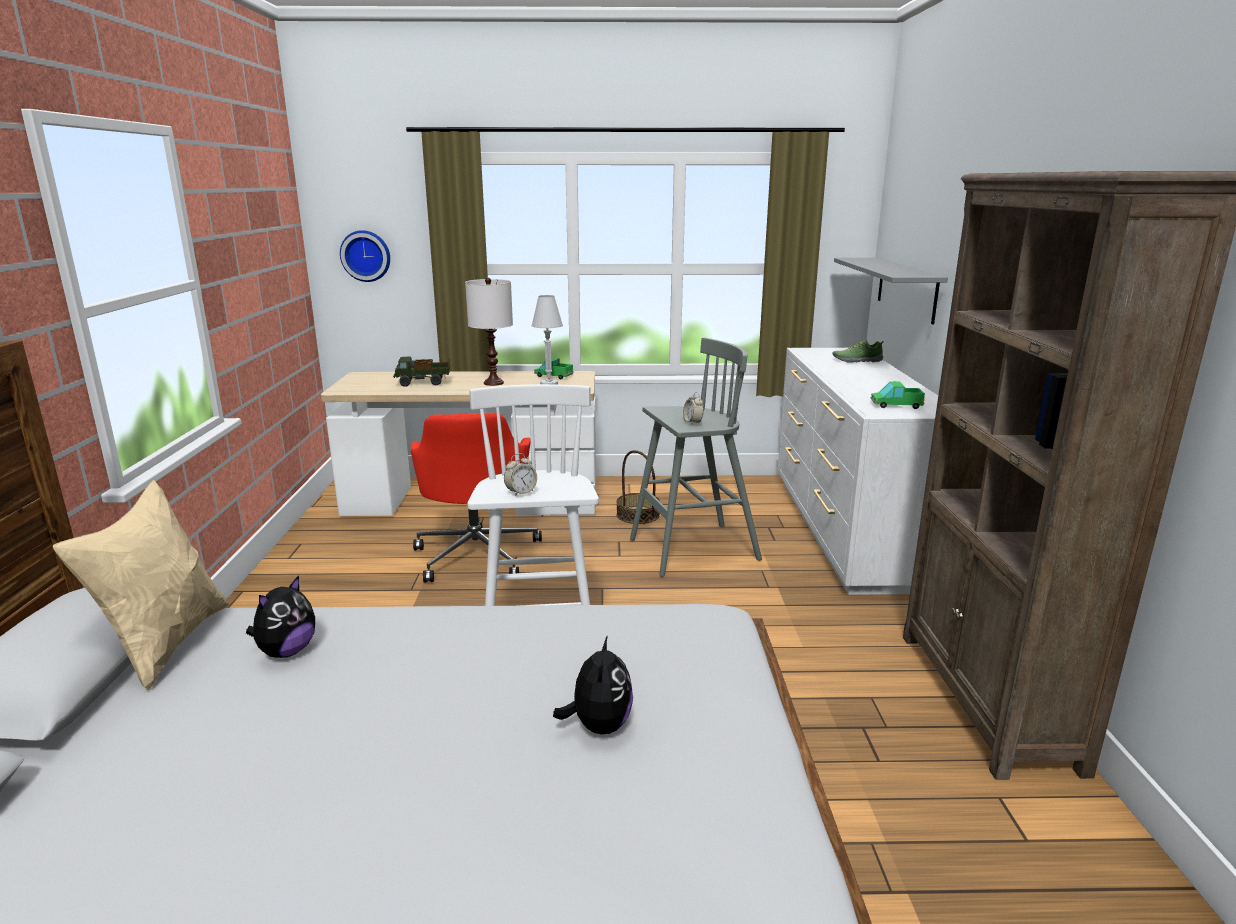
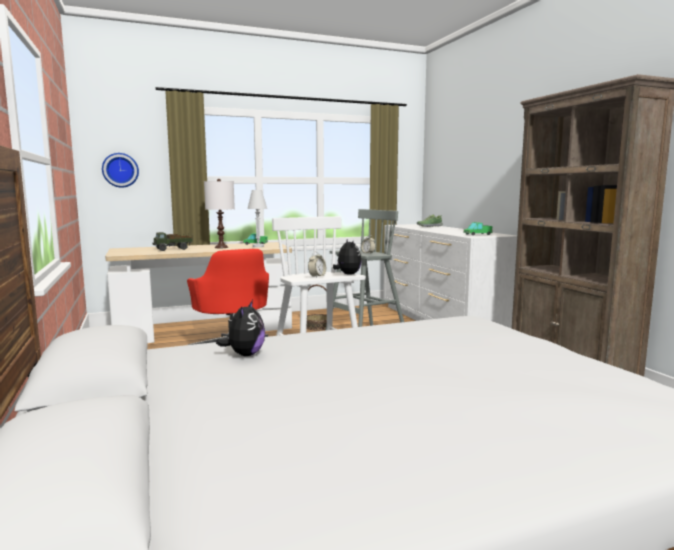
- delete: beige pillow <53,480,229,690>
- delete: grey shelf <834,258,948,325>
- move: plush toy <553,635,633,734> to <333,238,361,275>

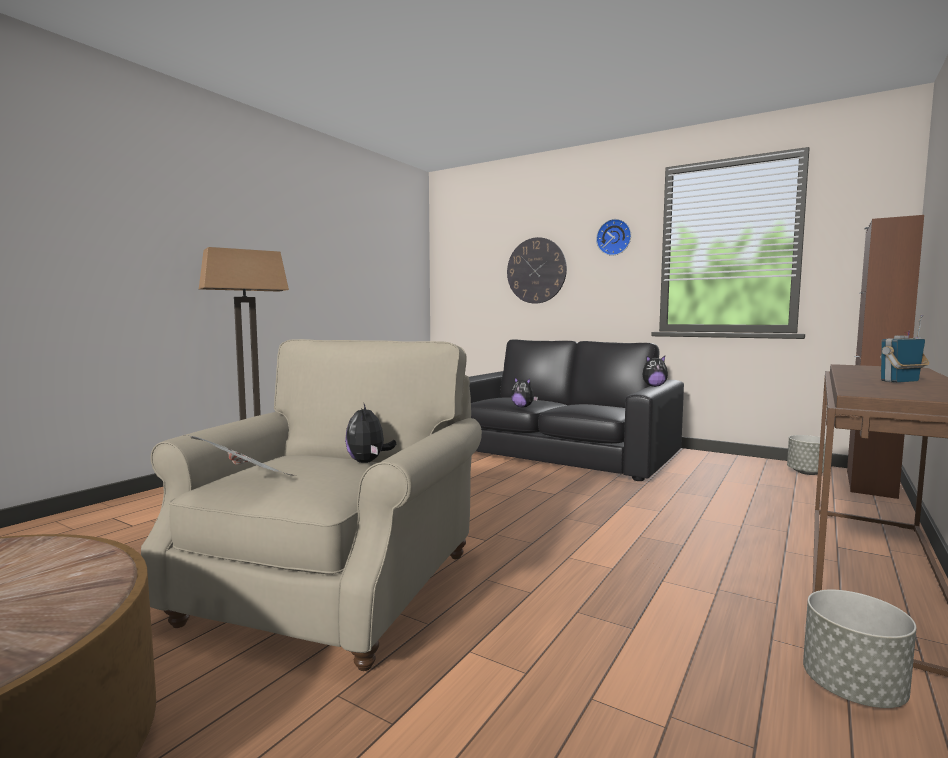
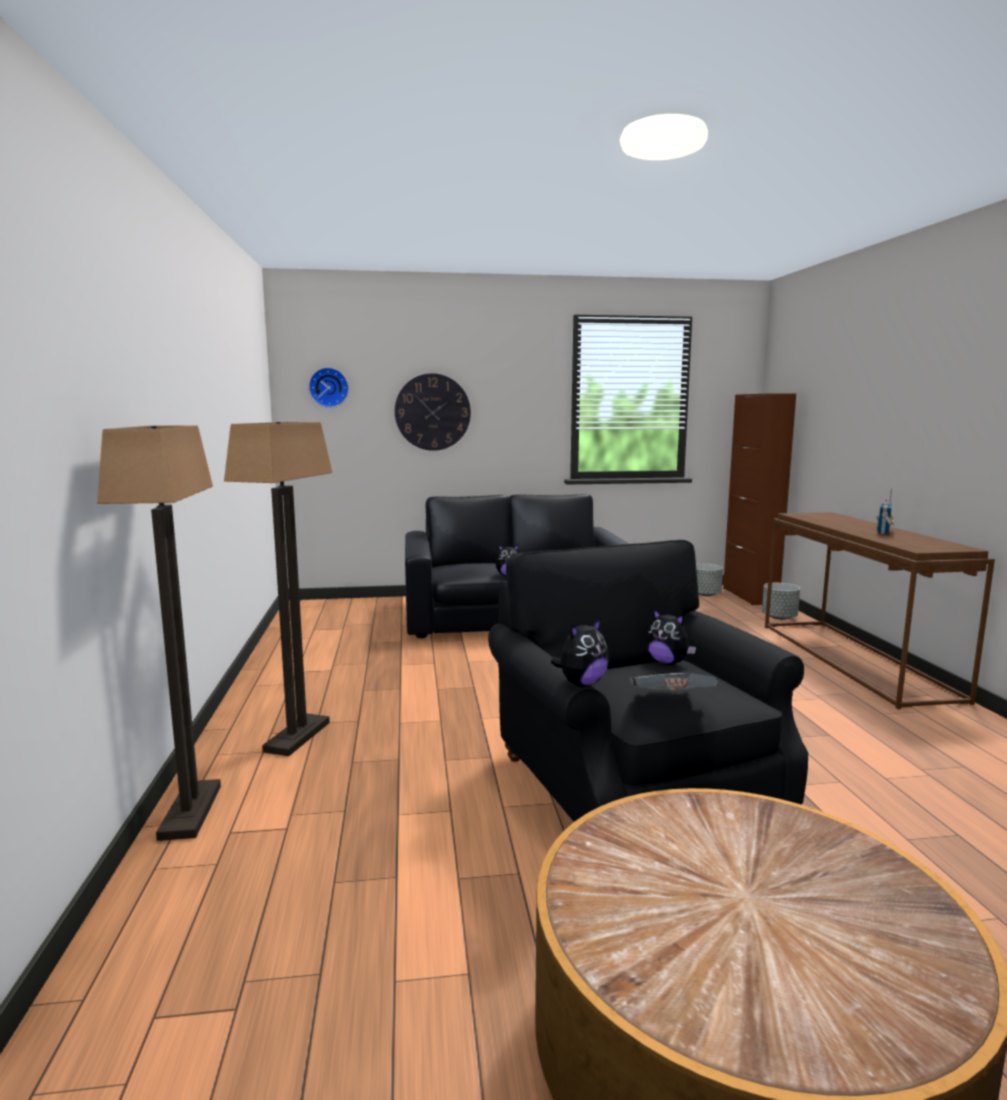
- insert: floor lamp <97,425,221,841>
- move: wall clock <596,219,631,256> to <309,367,349,408>
- move: plush toy <642,356,668,387> to <551,618,609,687>
- move: grey planter <803,589,917,708> to <762,583,800,620>
- recolor: beige armchair <141,339,482,671> to black armchair <488,540,808,822>

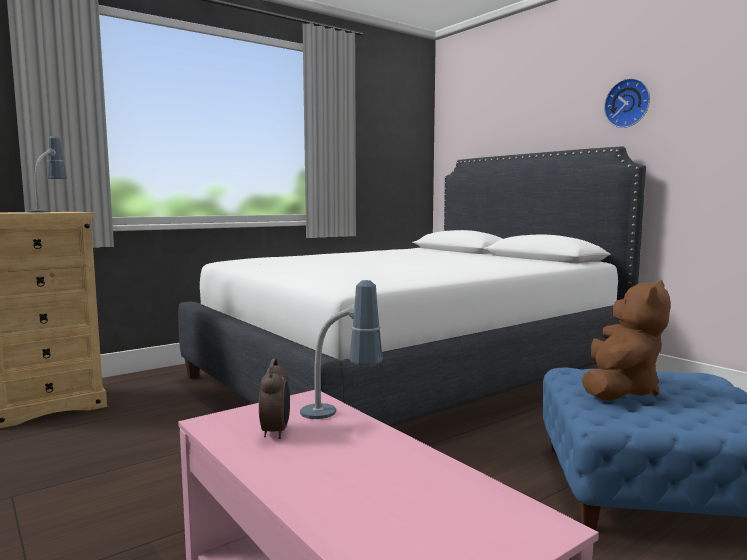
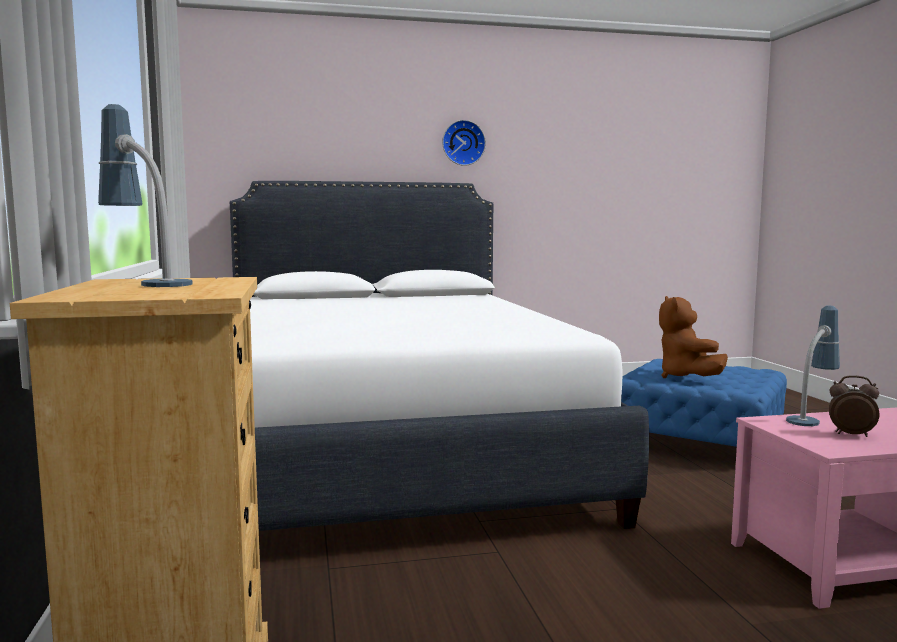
- rotate: brown plush toy <582,280,670,401> = <659,296,728,378> 150 degrees counterclockwise

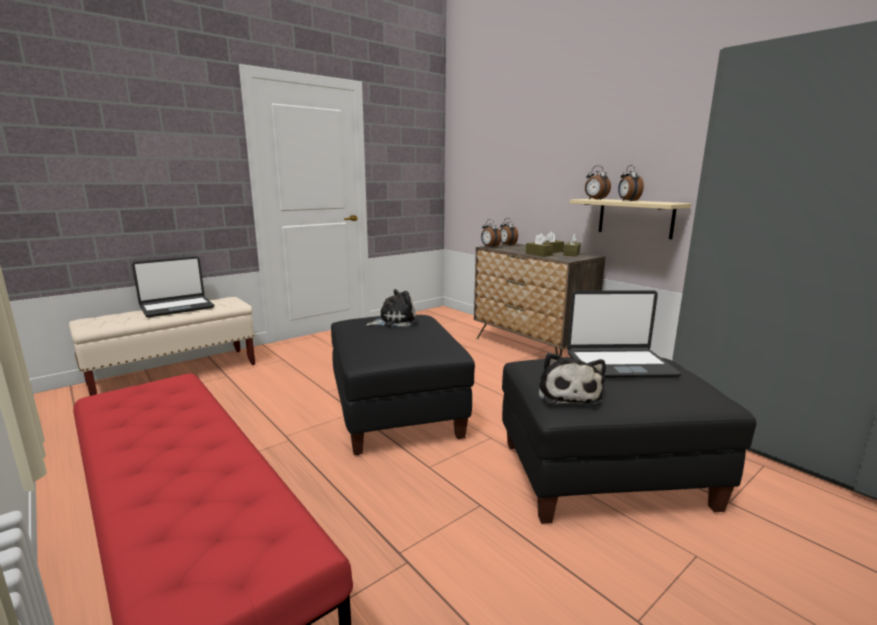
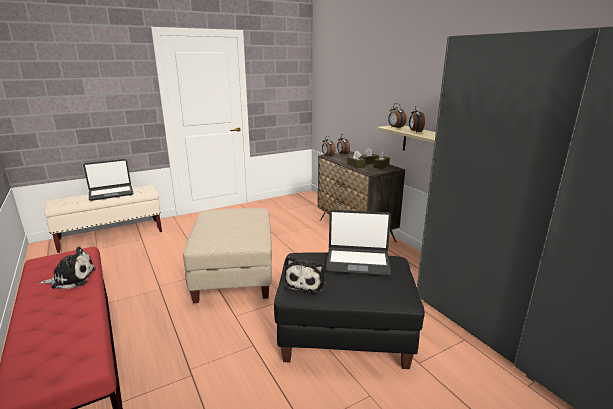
- move: plush toy <366,289,418,327> to <39,247,96,289>
- recolor: black ottoman <331,315,475,455> to beige ottoman <183,208,272,303>

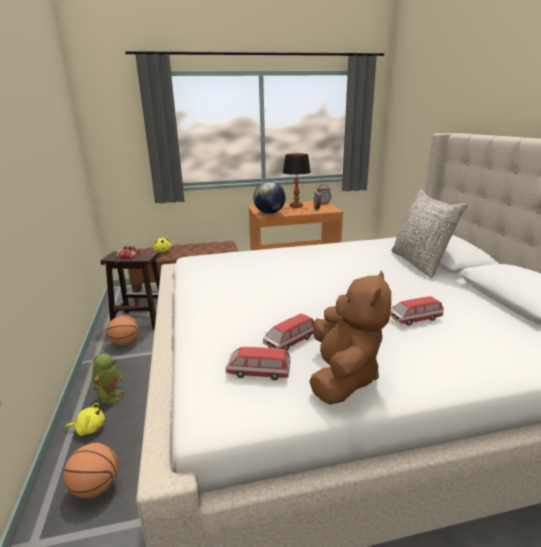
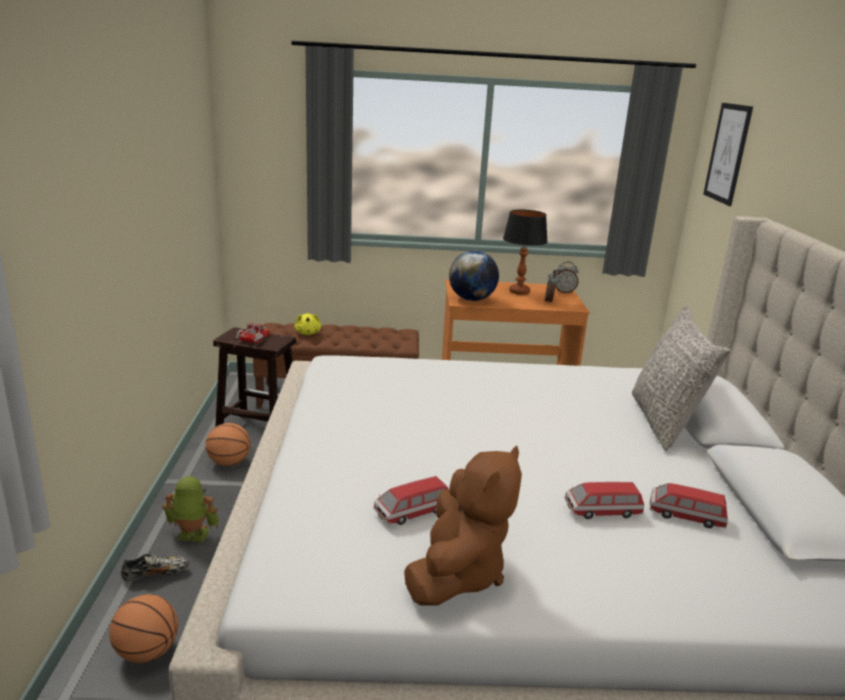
- insert: picture <703,103,753,206>
- move: toy car <225,347,291,380> to <650,483,728,528>
- replace: yellow plush toy <65,403,105,436> to shoe <120,554,189,582>
- rotate: toy robot <92,354,126,404> = <162,476,219,542> 105 degrees counterclockwise

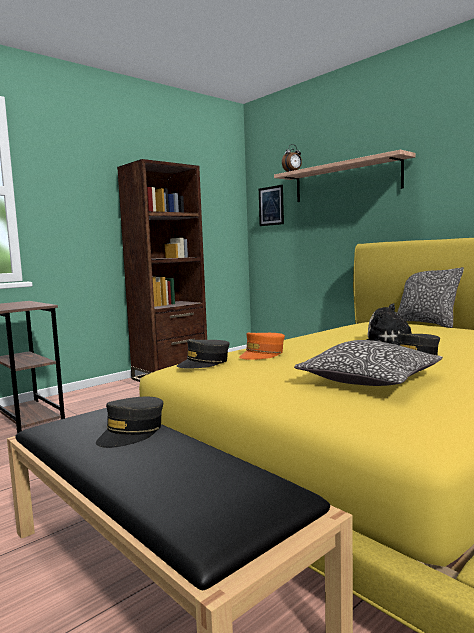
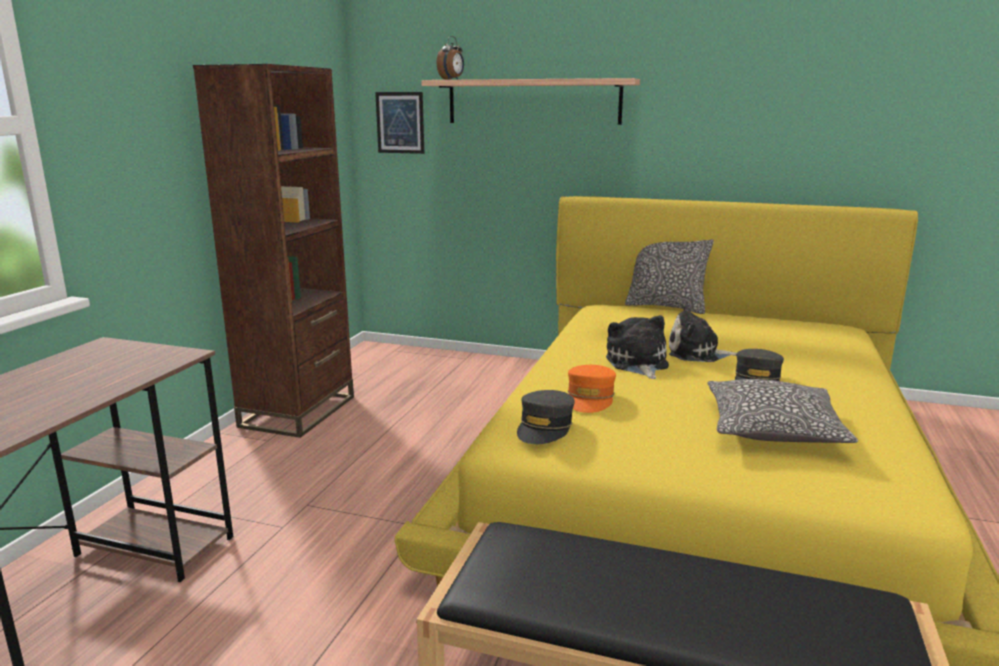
- delete: grey cap <96,397,163,448>
- insert: plush toy <606,315,669,379>

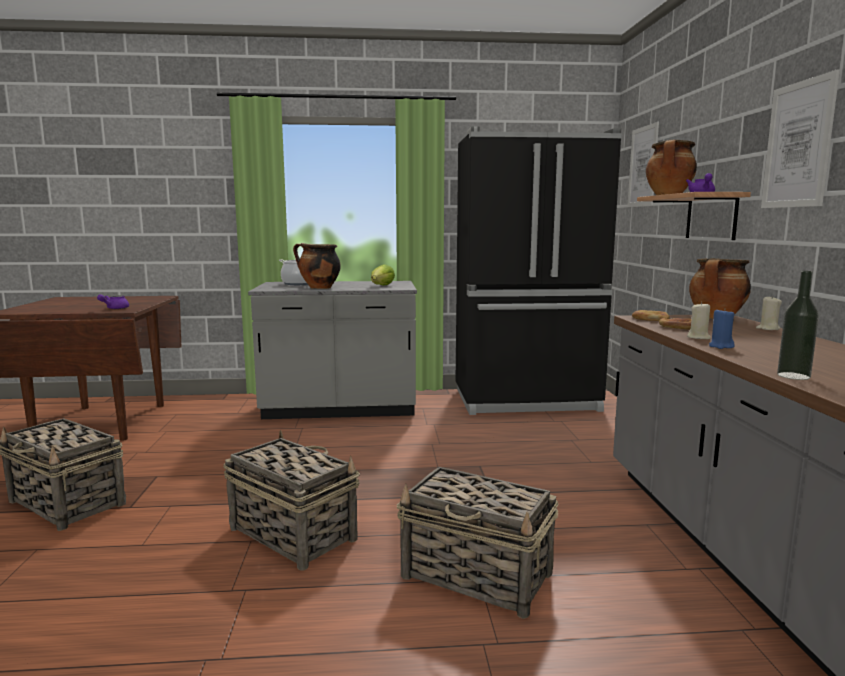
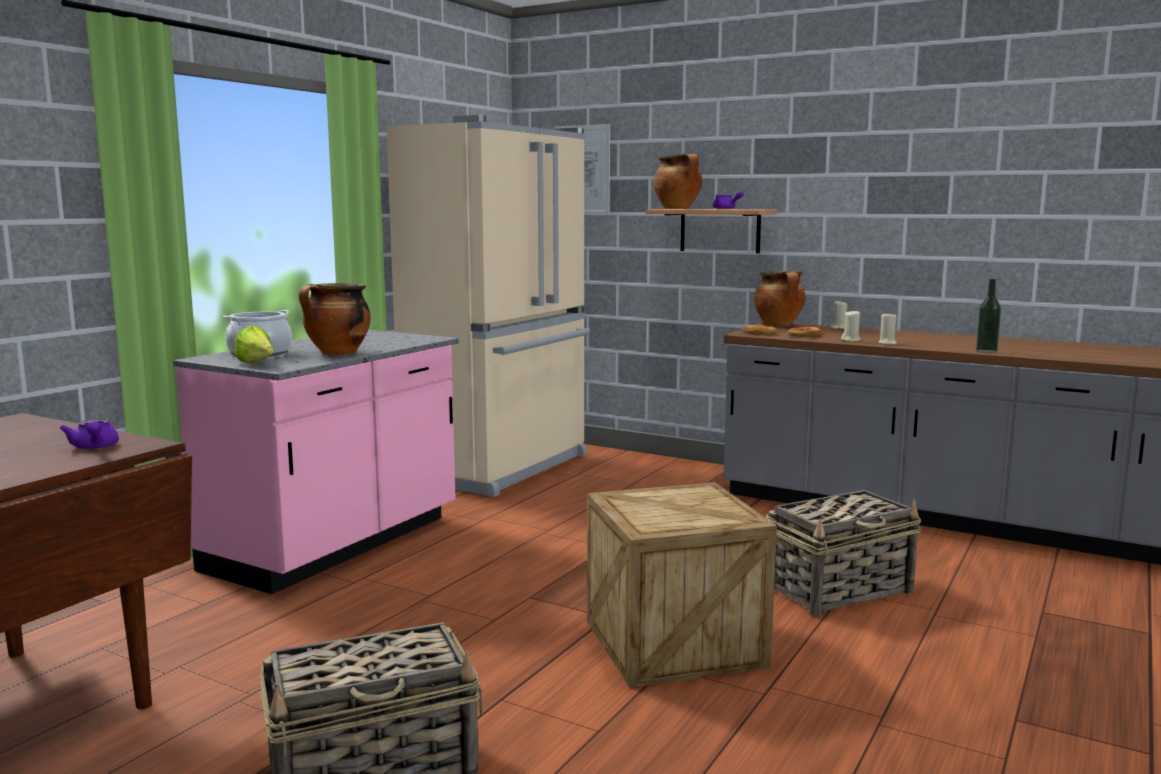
- delete: picture <761,69,840,208>
- move: lettuce <371,264,395,286> to <234,326,274,363>
- replace: basket <223,430,360,571> to crate <587,482,777,688>
- recolor: grey counter <248,281,417,419> to pink counter <173,330,459,594>
- recolor: black fridge <456,126,622,415> to beige fridge <386,115,590,497>
- recolor: blue candle <709,308,735,349> to beige candle <878,312,897,345>

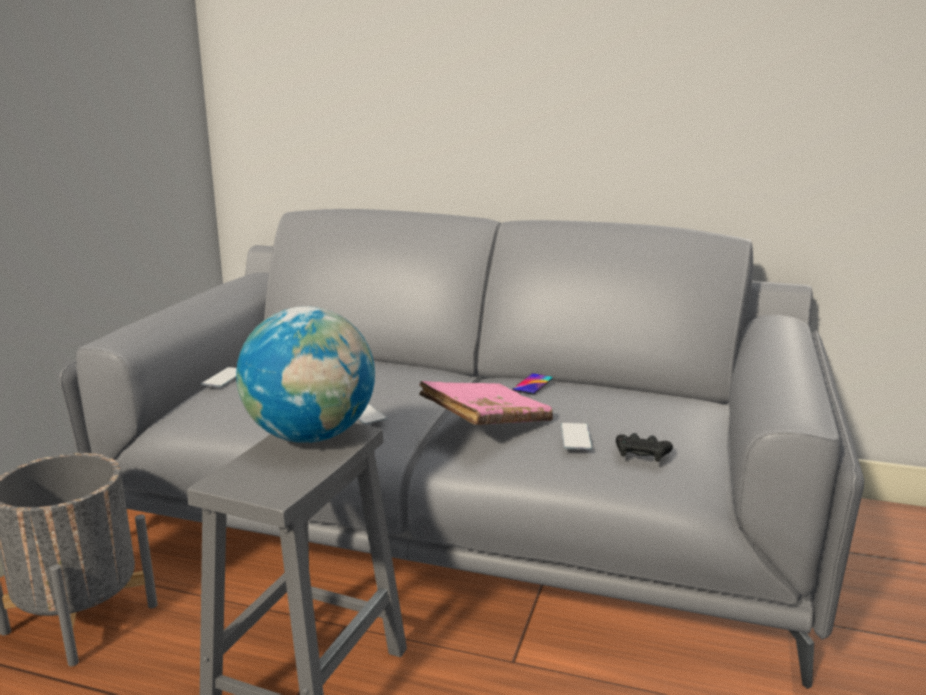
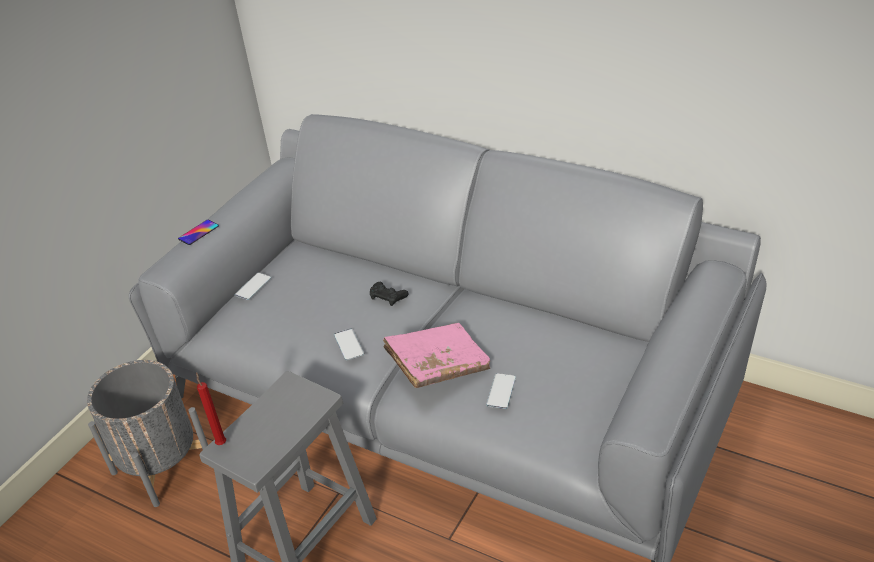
- delete: globe <236,306,375,443>
- insert: red candle <196,372,226,445>
- move: phone <512,373,553,395> to <178,220,219,245>
- move: black game controller <616,433,673,462> to <370,282,409,306>

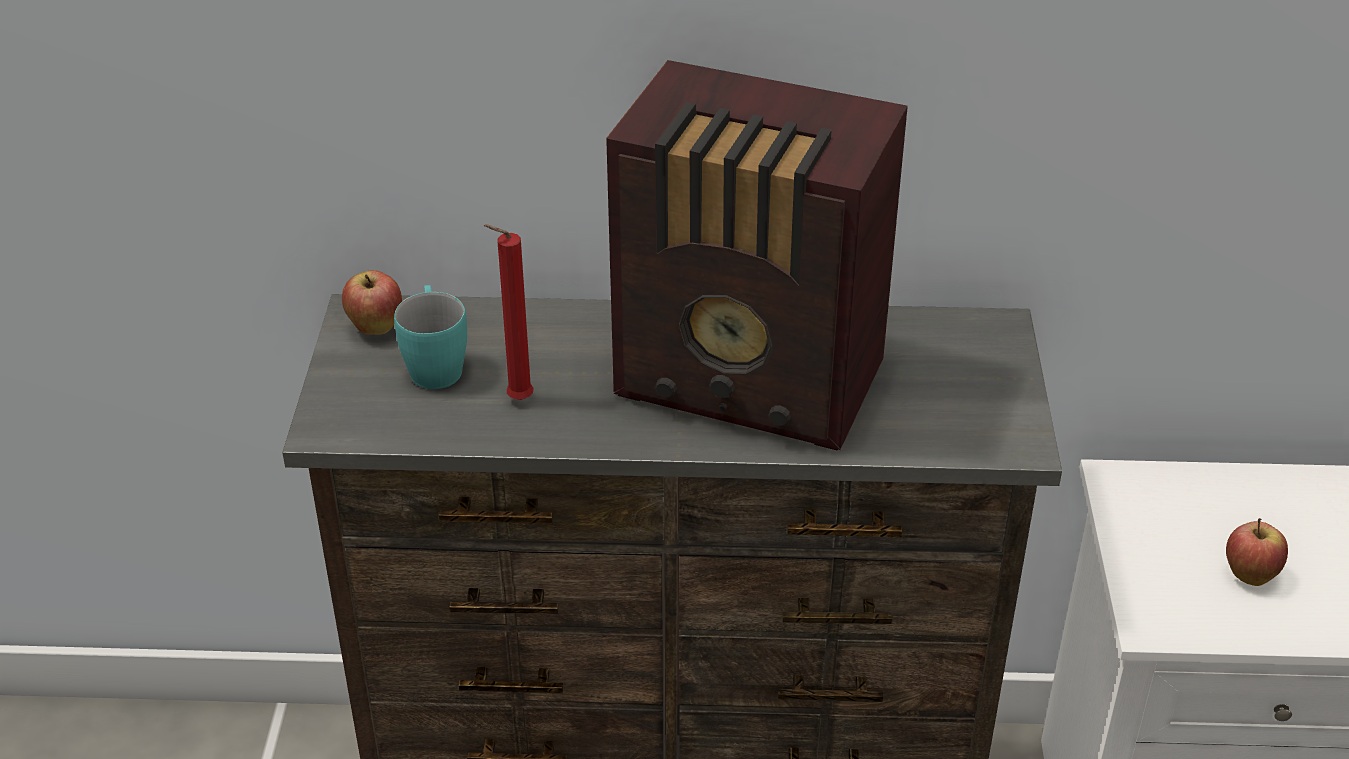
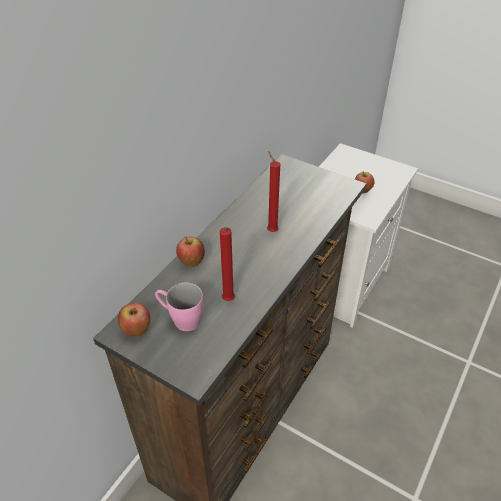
- insert: apple <176,236,205,267>
- replace: radio <606,60,908,451> to red candle <267,151,280,232>
- recolor: turquoise mug <394,285,467,389> to pink mug <155,283,204,331>

